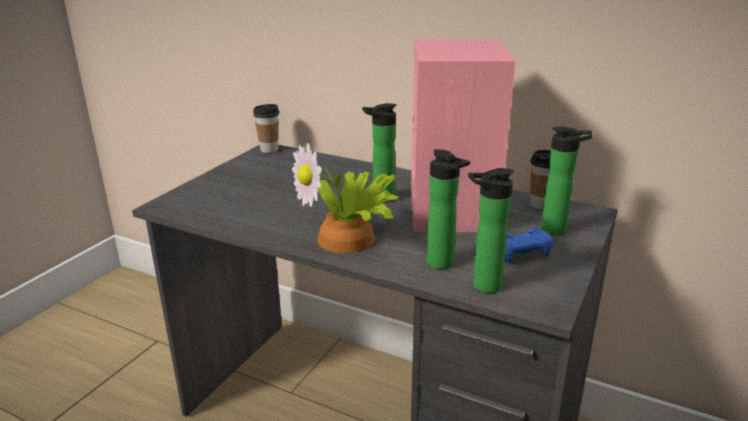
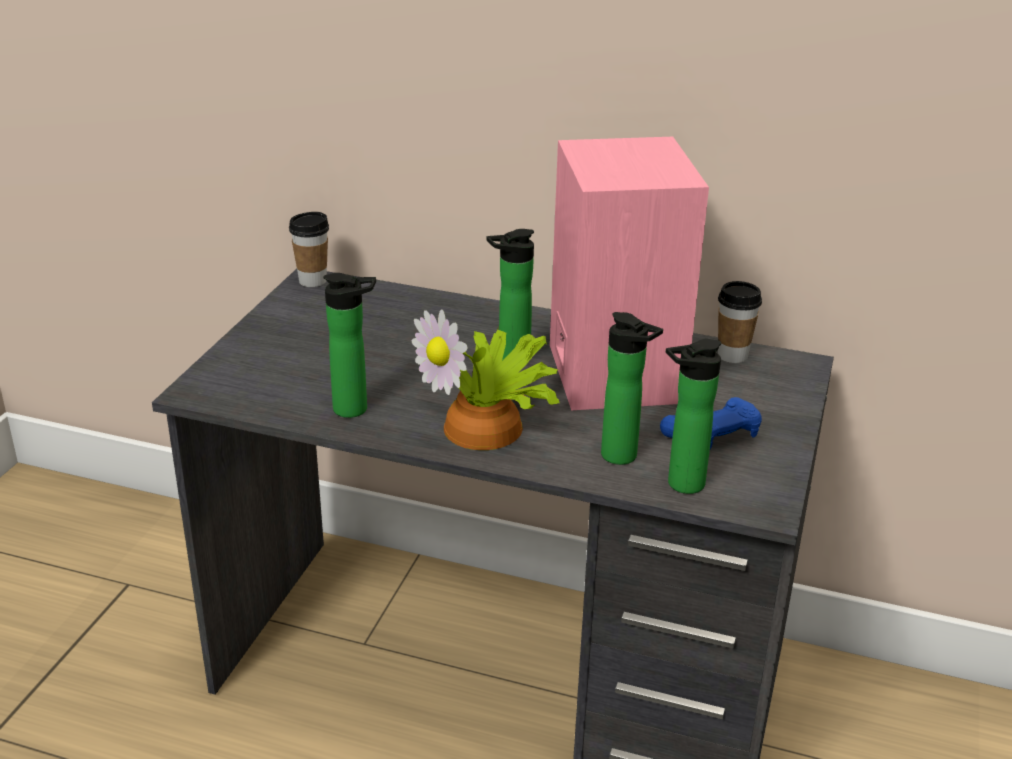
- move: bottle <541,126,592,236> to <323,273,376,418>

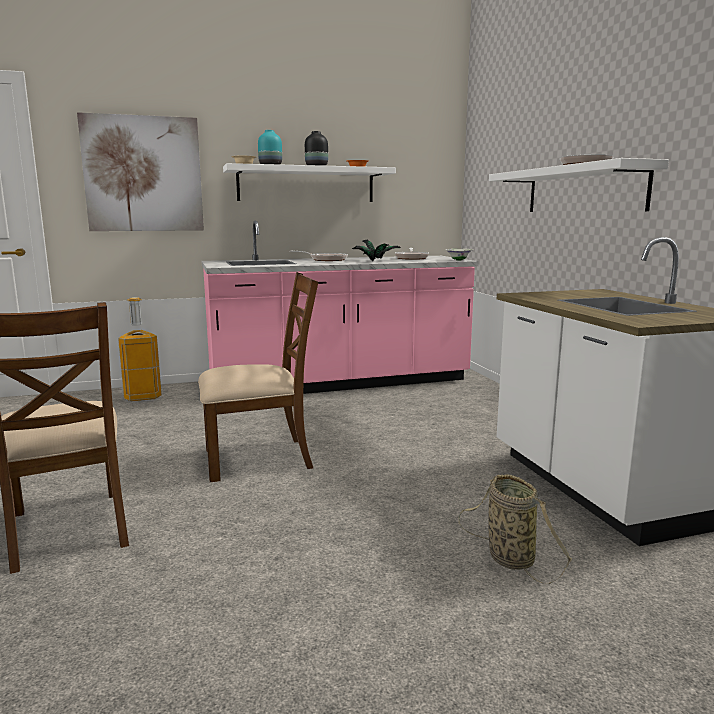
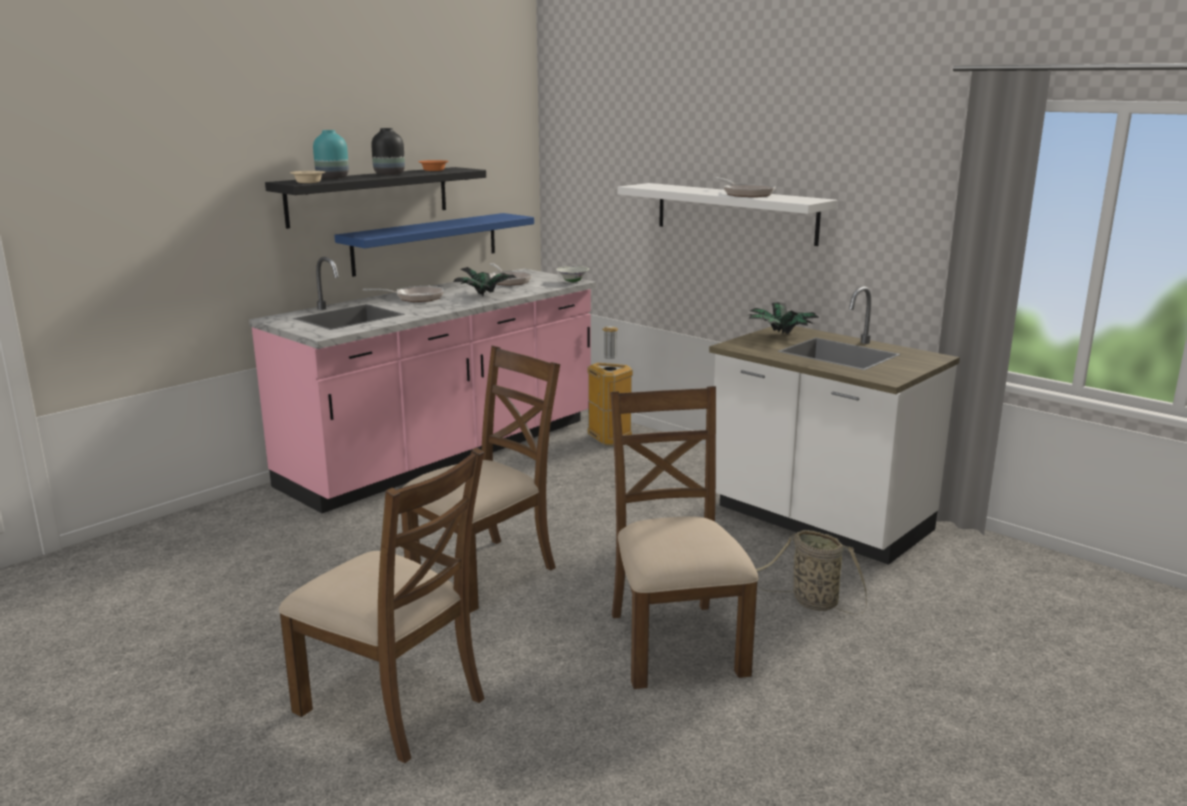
- delete: picture <77,112,204,231>
- insert: blue shelf <334,213,534,277>
- insert: brown chair <610,386,759,689>
- insert: potted plant <748,302,819,334>
- move: trash can <118,297,162,401> to <587,326,633,446>
- recolor: white shelf <223,163,396,202> to black shelf <265,167,486,229>

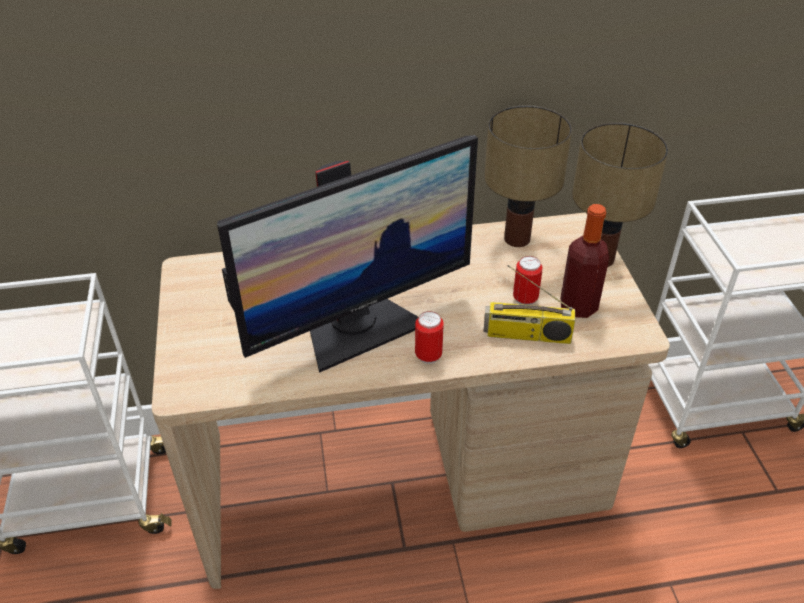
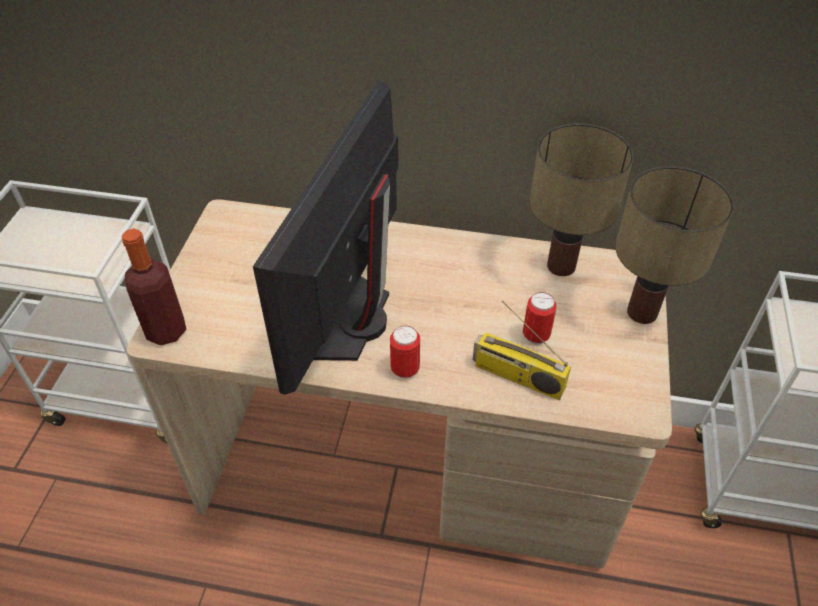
- move: bottle <560,204,609,318> to <122,229,187,345>
- rotate: monitor <217,135,478,373> = <253,80,398,395> 120 degrees clockwise

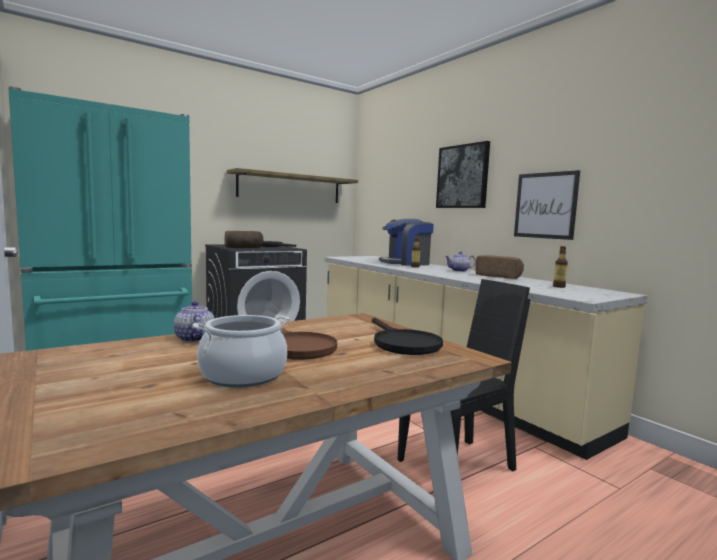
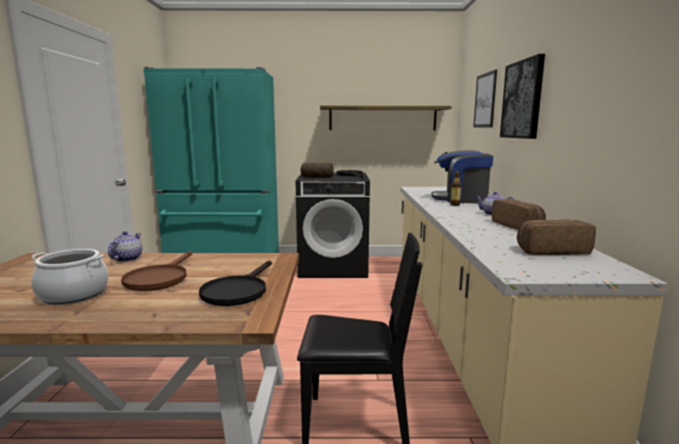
- move: picture <514,170,580,240> to <473,70,497,128>
- replace: bottle <553,246,568,288> to bread <517,220,596,255>

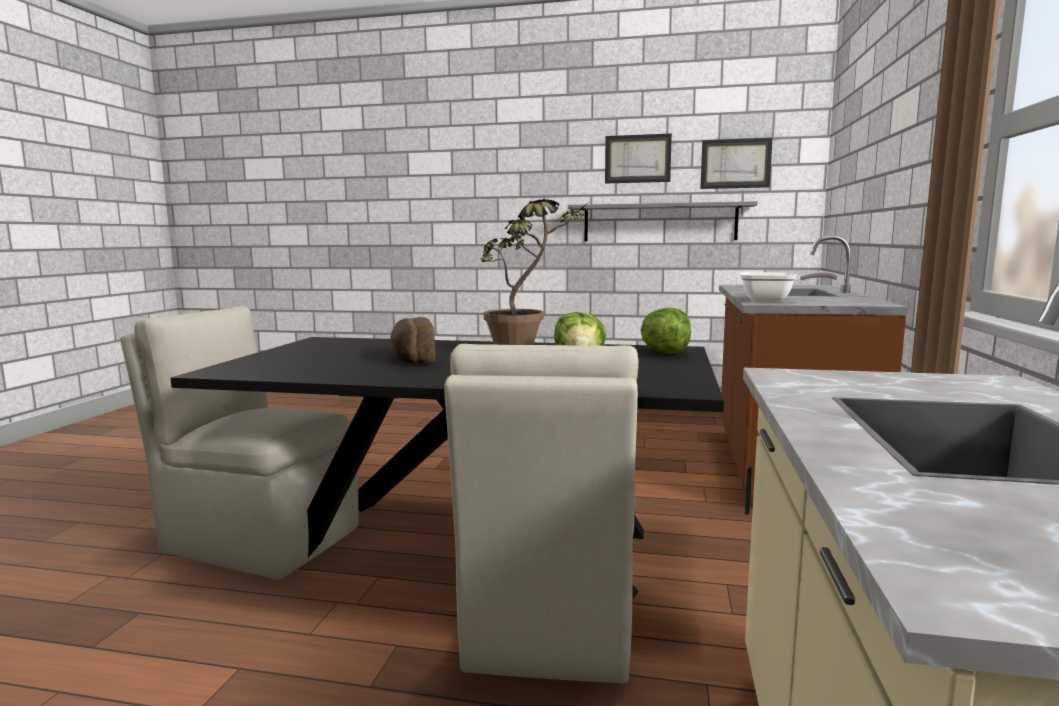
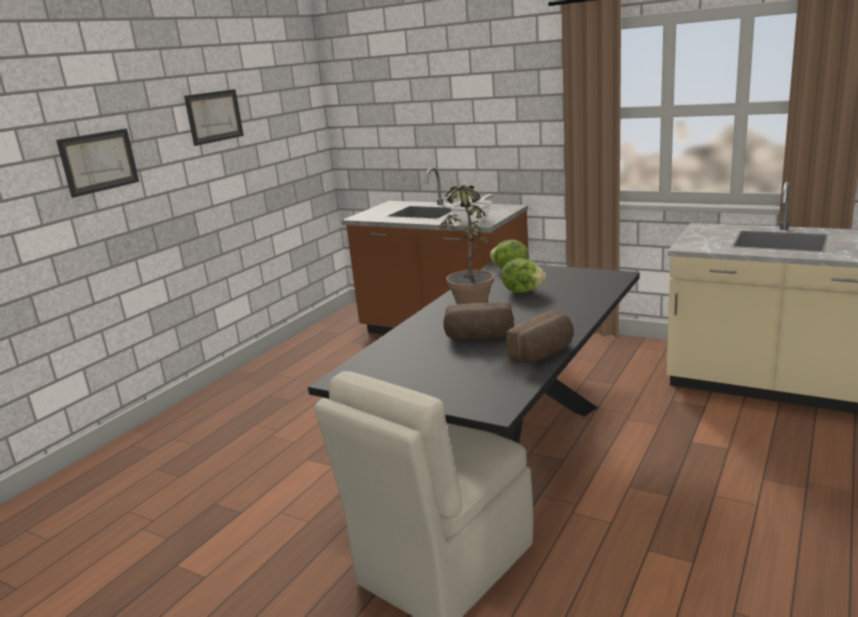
- delete: beige chair <444,344,639,684>
- delete: grey shelf <568,201,758,241>
- insert: bread <506,310,573,363>
- move: picture <700,138,773,189> to <56,128,139,198>

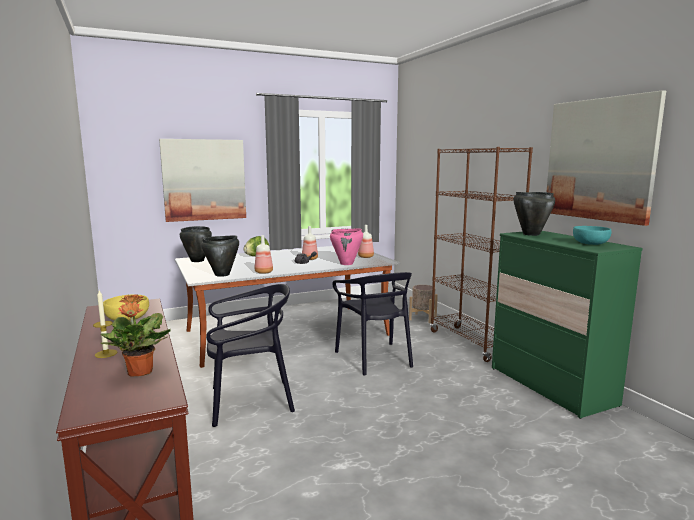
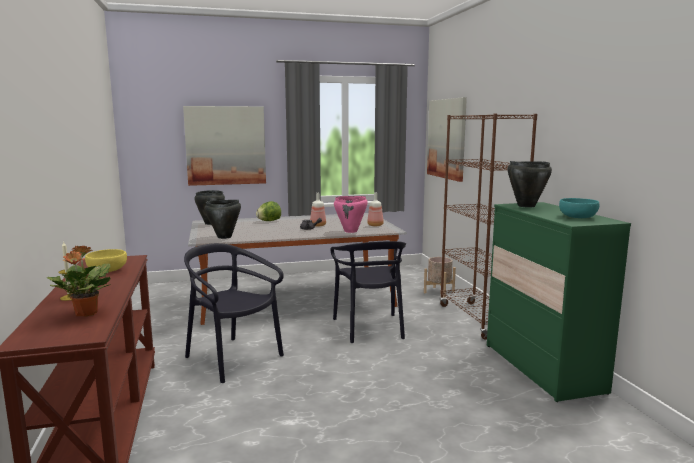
- delete: bottle <254,235,273,274>
- move: picture <547,90,666,226> to <427,97,467,182>
- rotate: black chair <206,284,295,427> = <184,243,284,383> 135 degrees counterclockwise

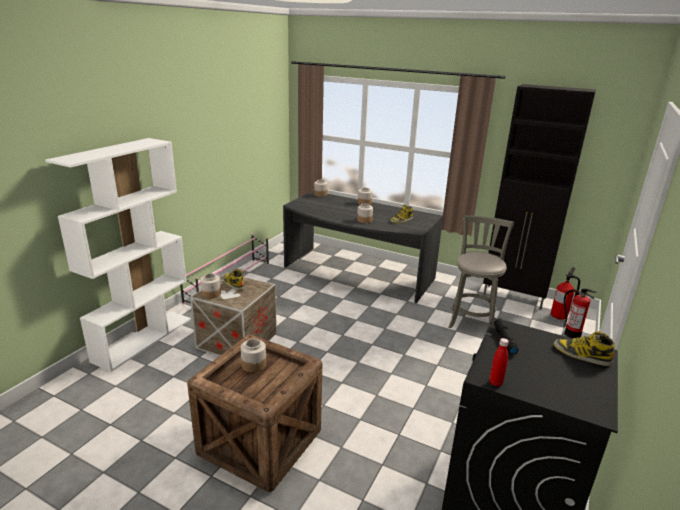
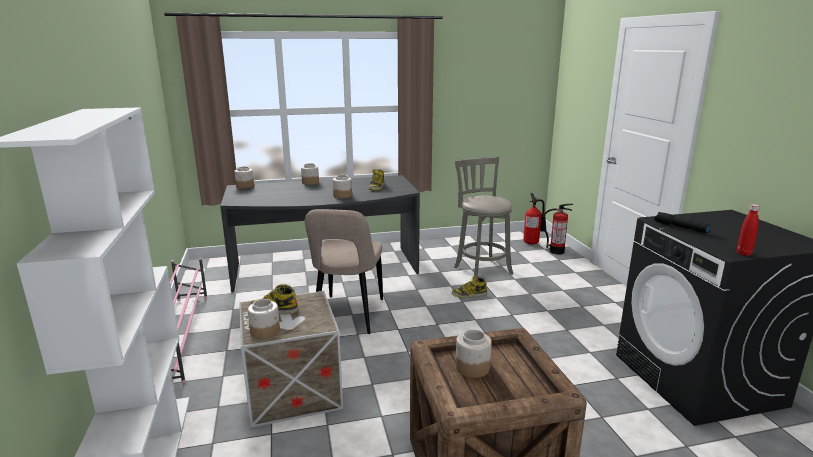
- delete: black cabinet <483,84,596,309>
- insert: beige chair <305,209,383,334>
- move: boot <554,332,615,366> to <452,276,487,298>

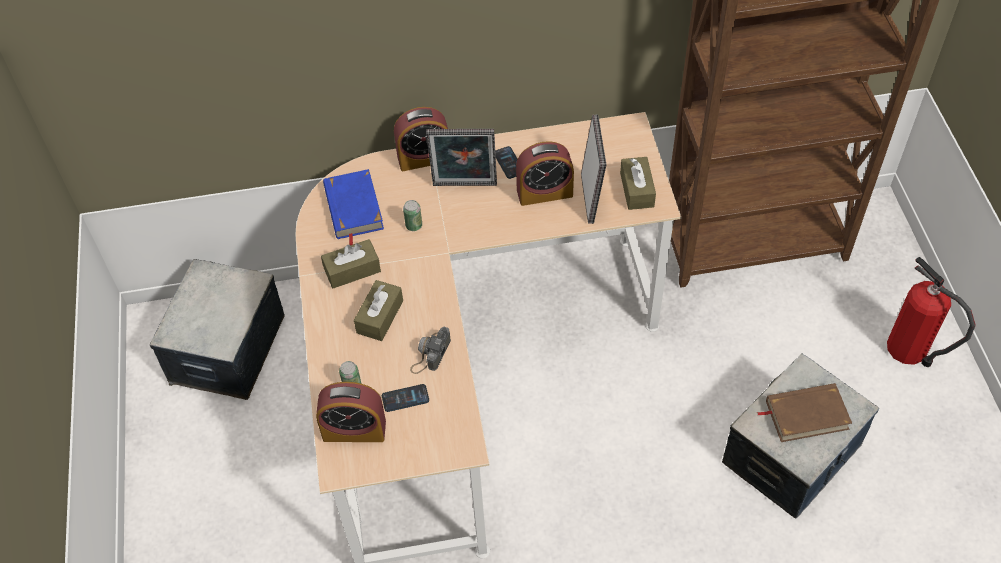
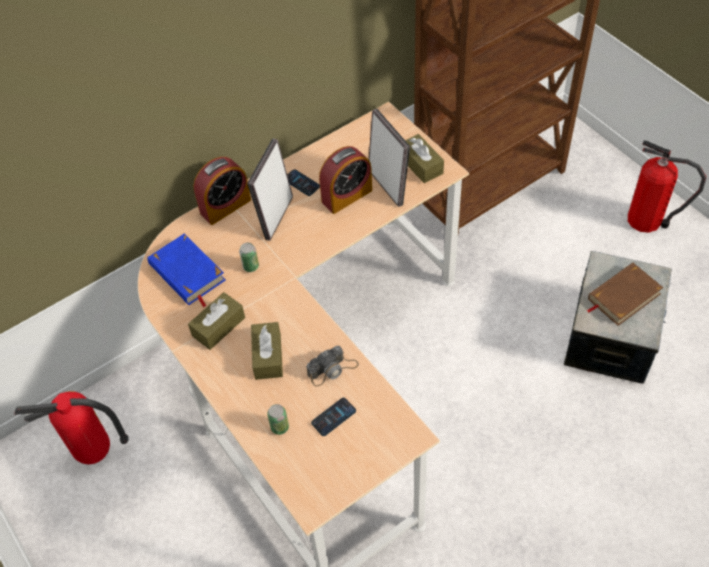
- delete: alarm clock <316,382,386,442>
- replace: storage box <150,259,285,400> to fire extinguisher <15,391,129,464>
- rotate: photo camera <410,327,451,374> = <306,346,359,387> 120 degrees counterclockwise
- rotate: picture frame <426,129,497,186> = <247,139,293,241> 135 degrees clockwise

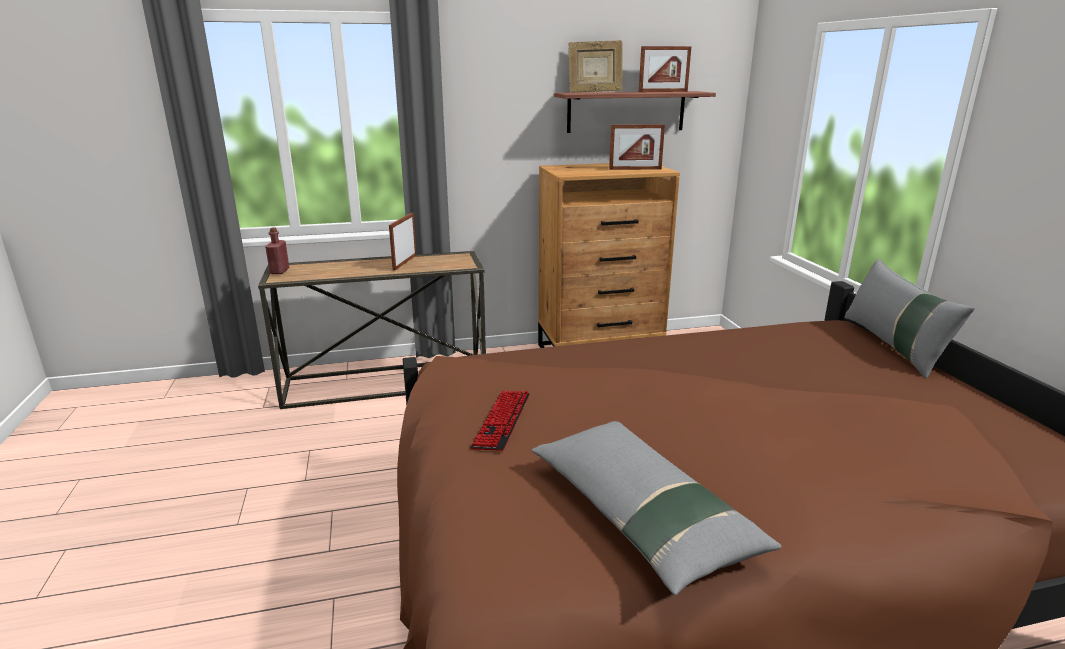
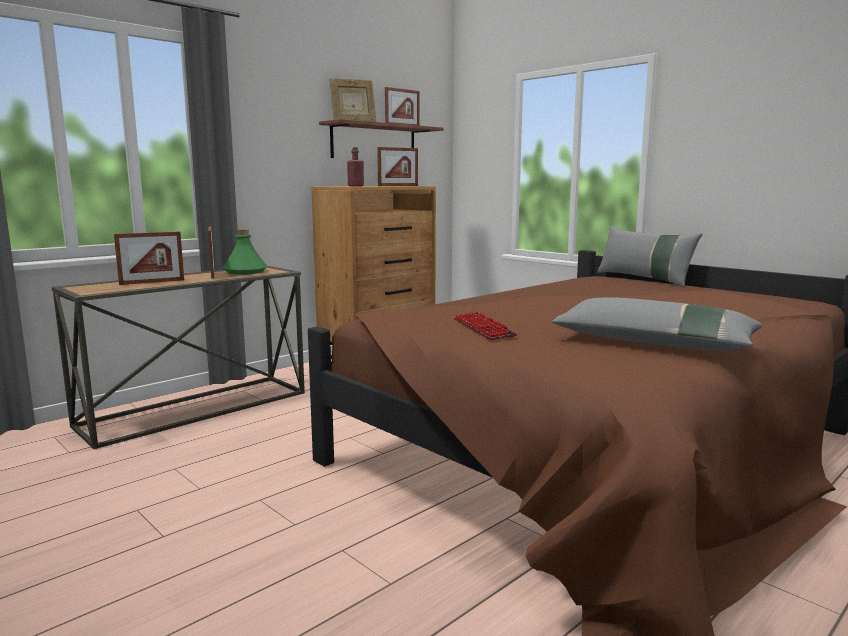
- insert: picture frame <114,231,184,285>
- insert: green bottle <223,229,267,274>
- move: red bottle <265,227,289,274> to <347,147,364,186>

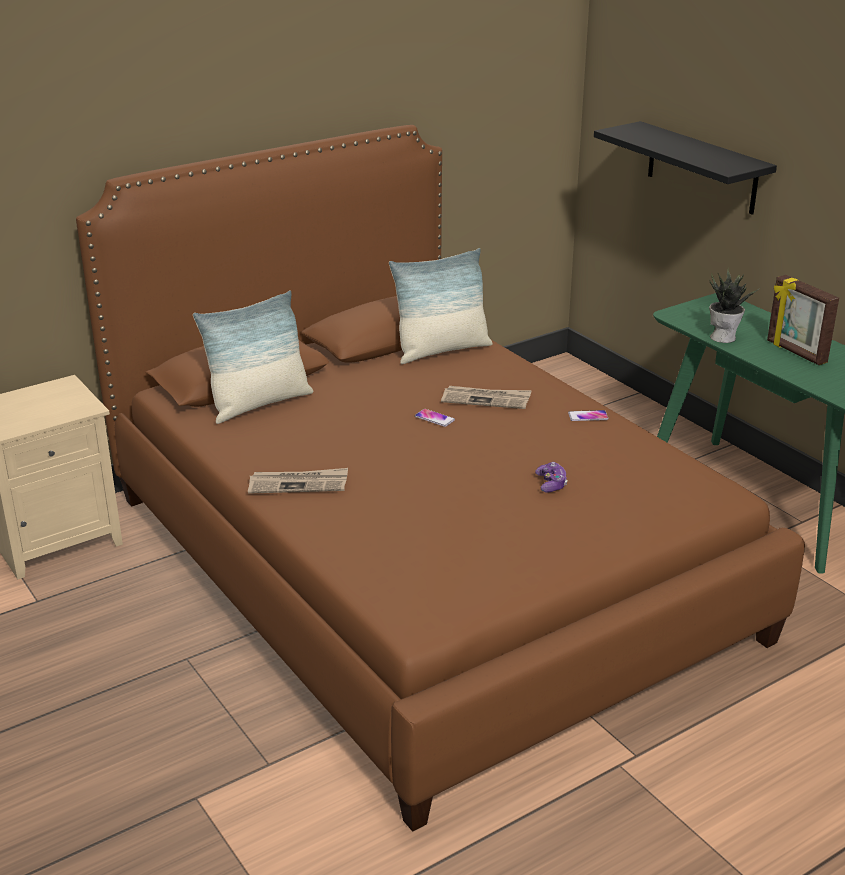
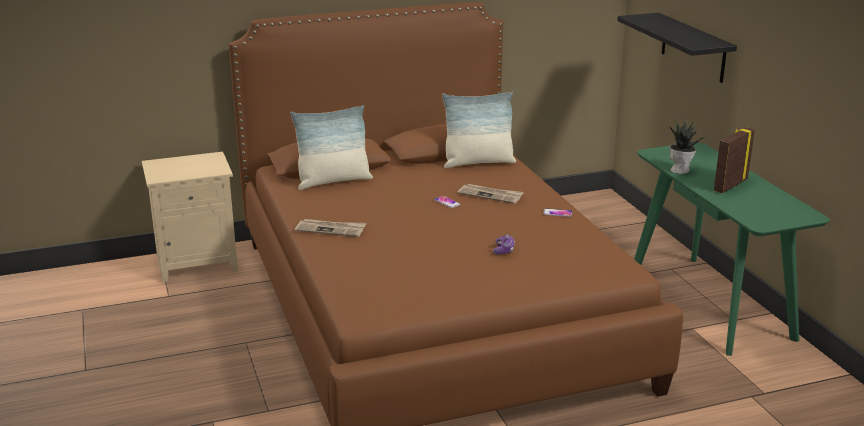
- rotate: picture frame <767,275,839,365> = <714,127,755,193> 60 degrees clockwise

